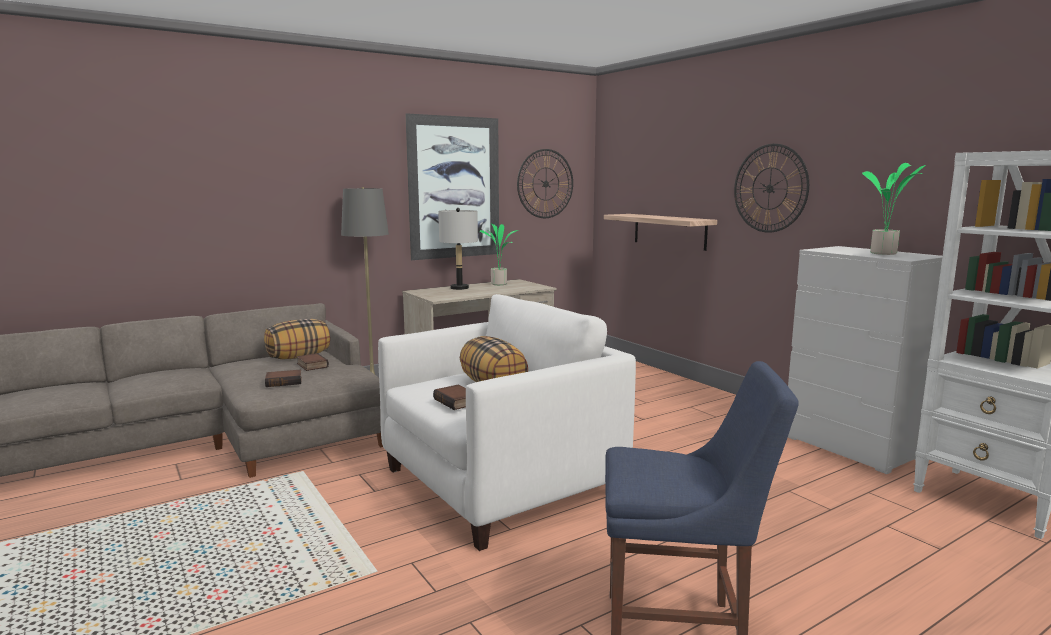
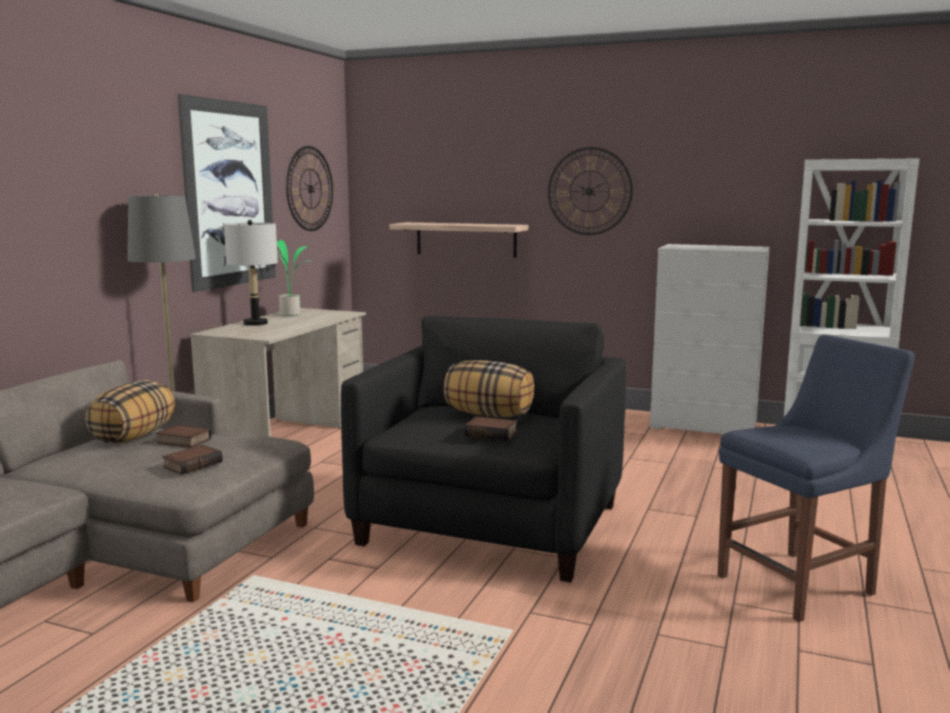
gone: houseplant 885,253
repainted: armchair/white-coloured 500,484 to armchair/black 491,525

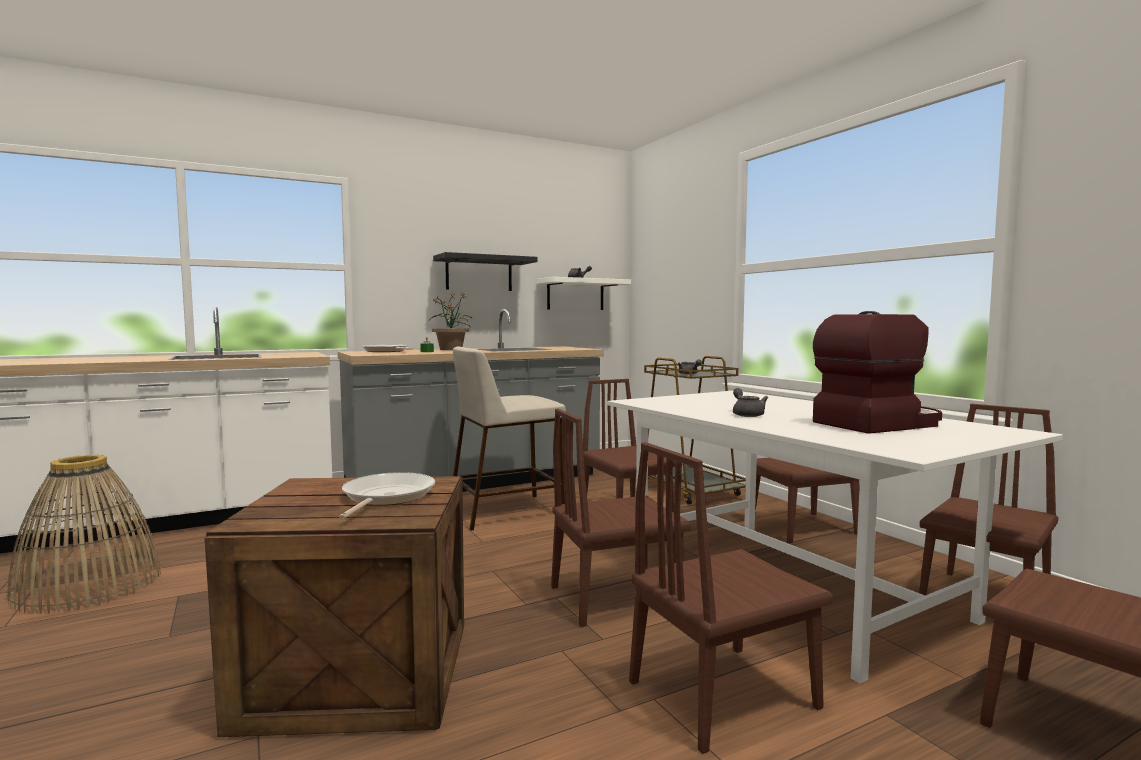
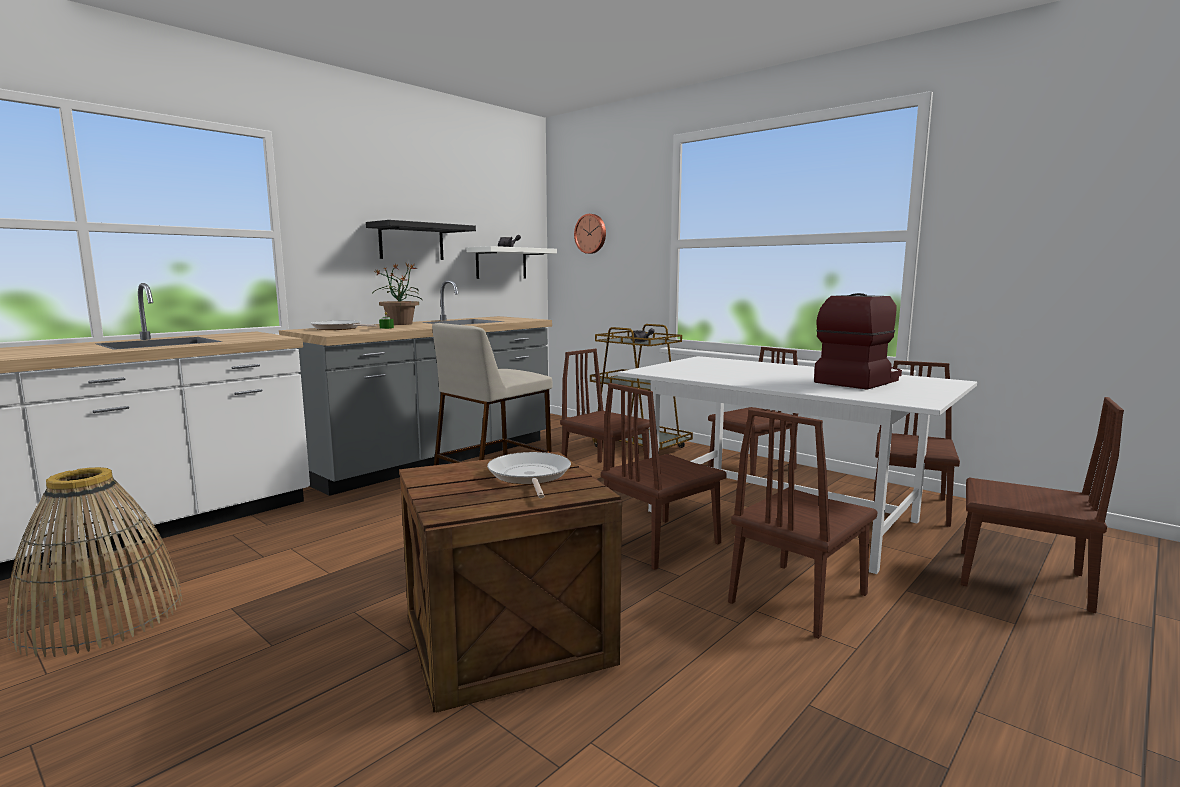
gone: pot for tea/gray 747,414
new: wall clock 591,233

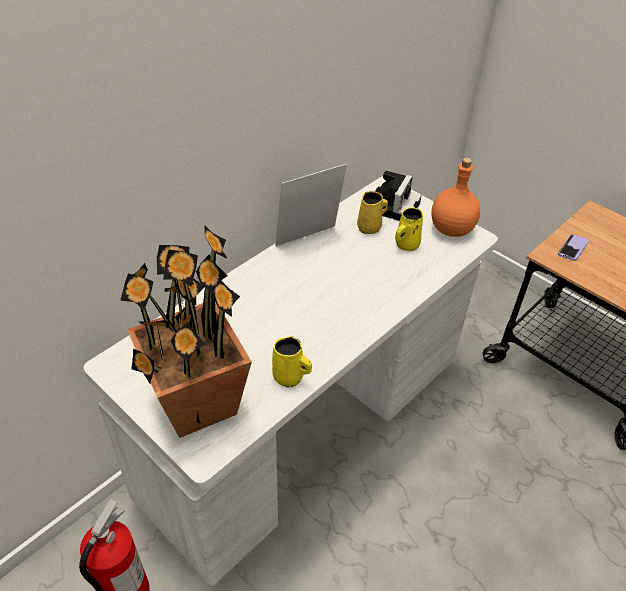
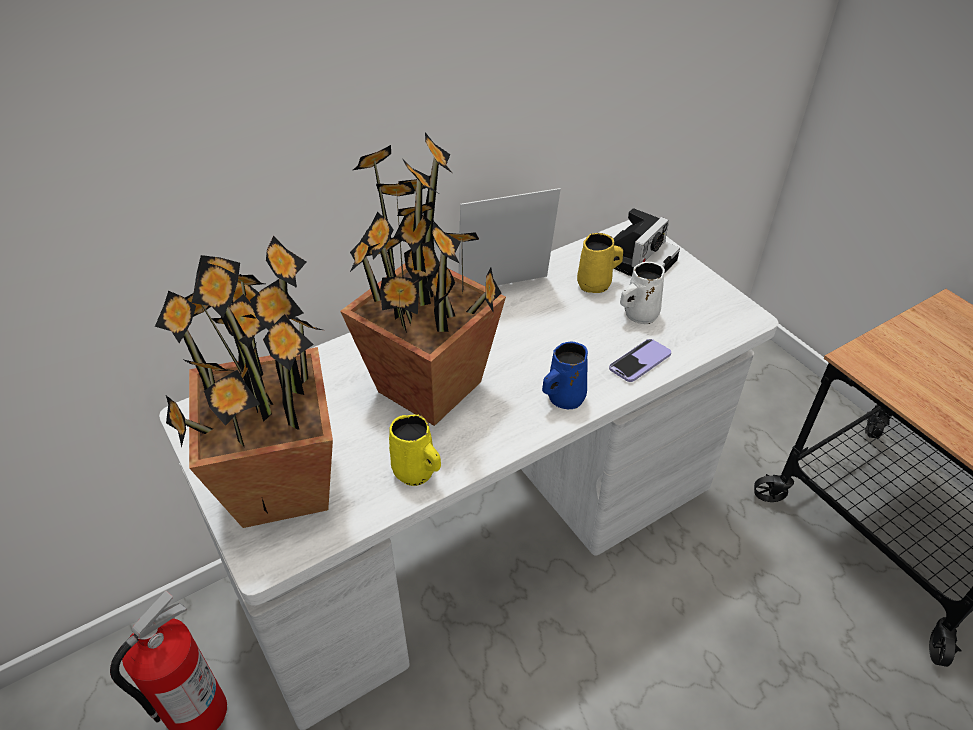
gone: drink bottle/orangey 452,229
new: houseplant 429,388; mug/blue 564,398
shifted: handset 572,248 to 640,362
repainted: mug/yellowish 406,245 to mug/white-coloured 639,315

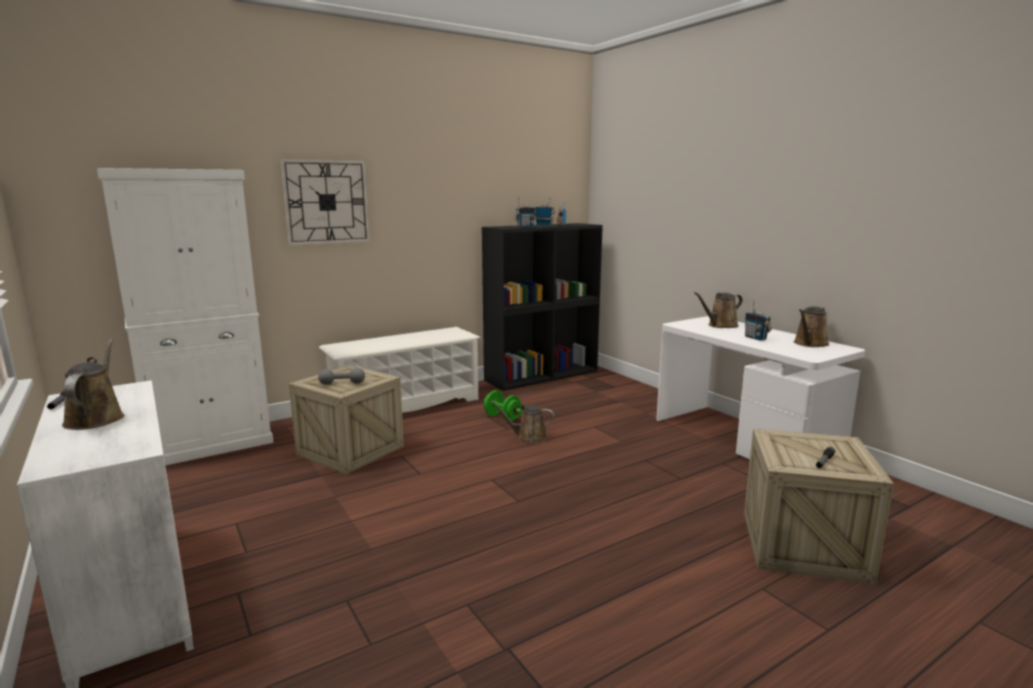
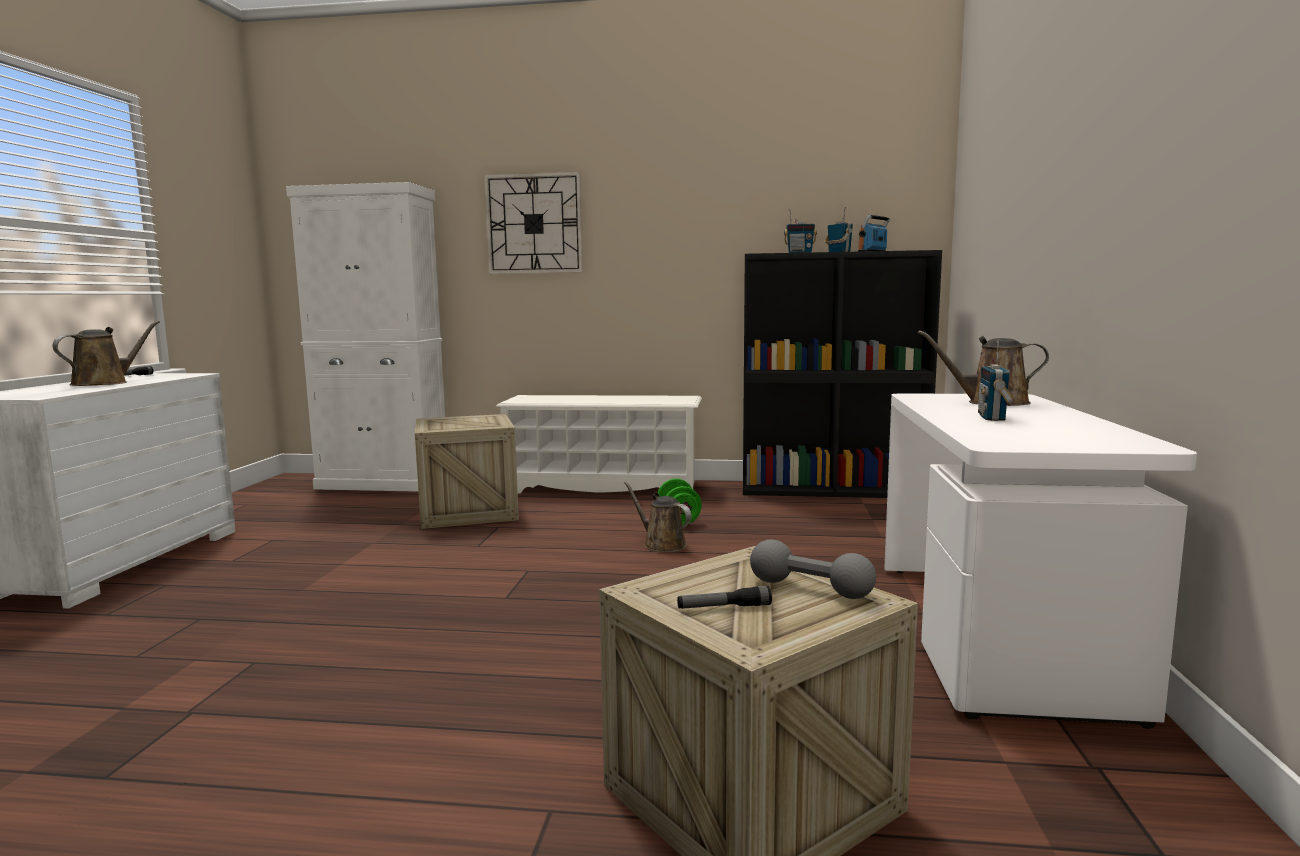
gone: watering pot/brown 809,344
shifted: dumbbell/gray 342,383 to 810,589

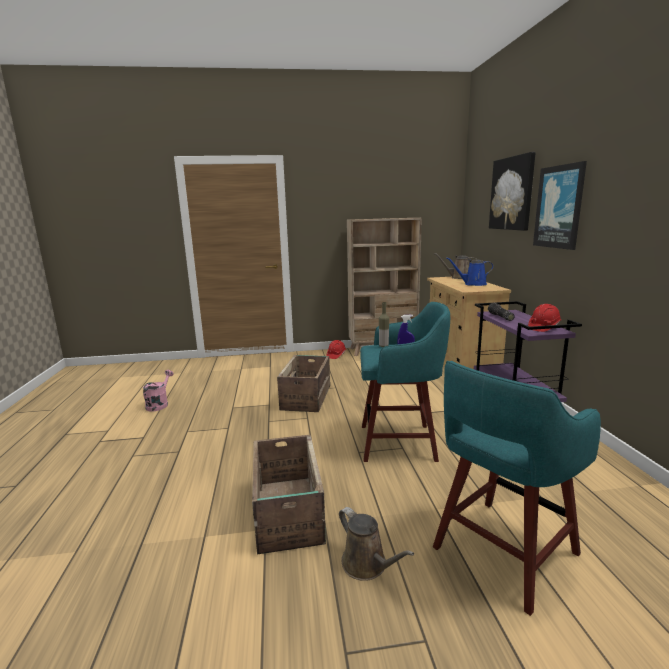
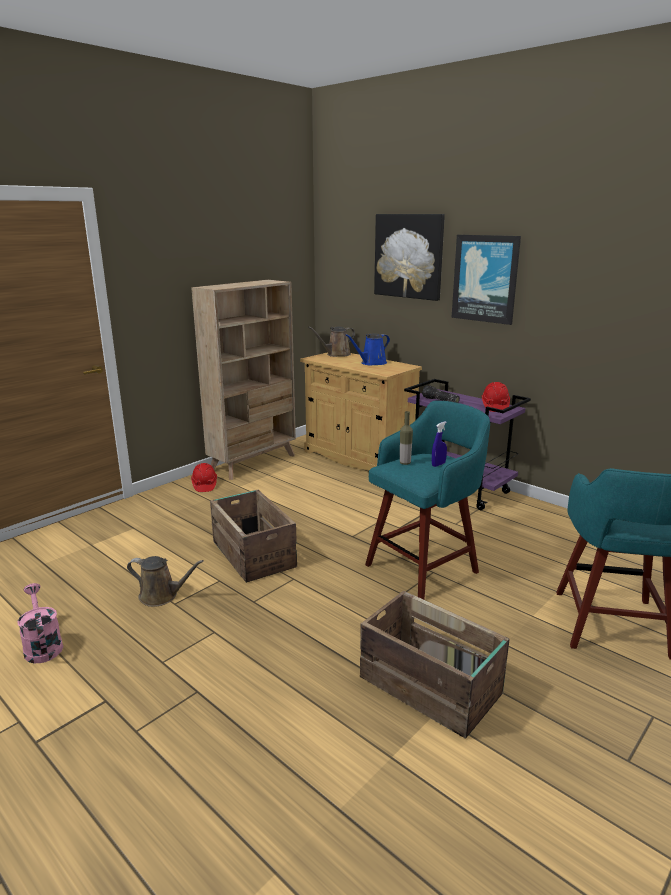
shifted: watering pot/brown 367,565 to 162,596

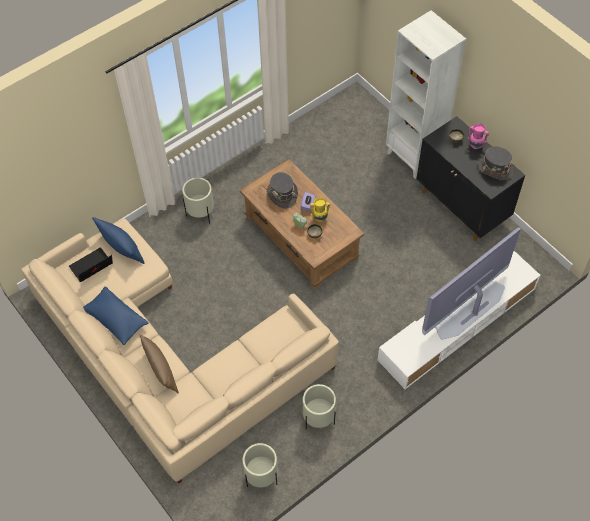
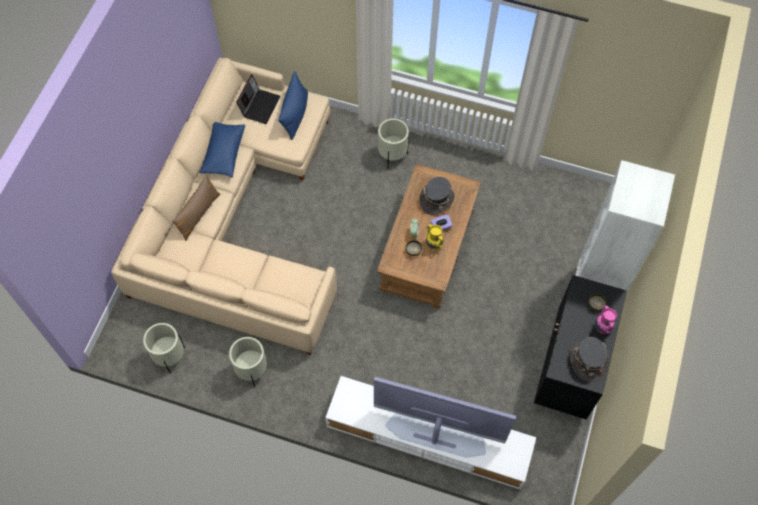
rotated: portable computer 92,268 = 259,105 90 degrees clockwise

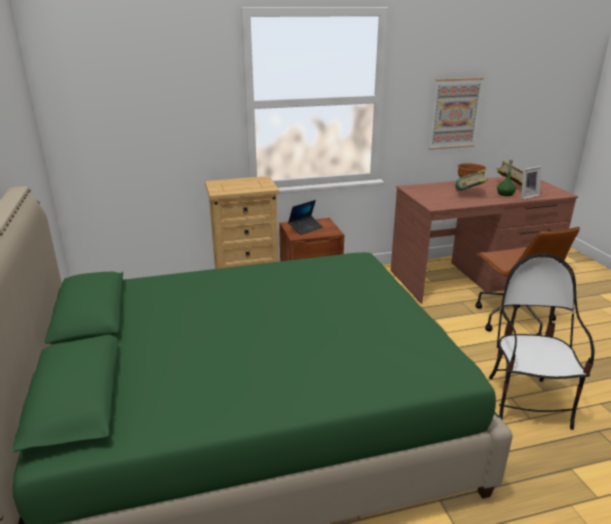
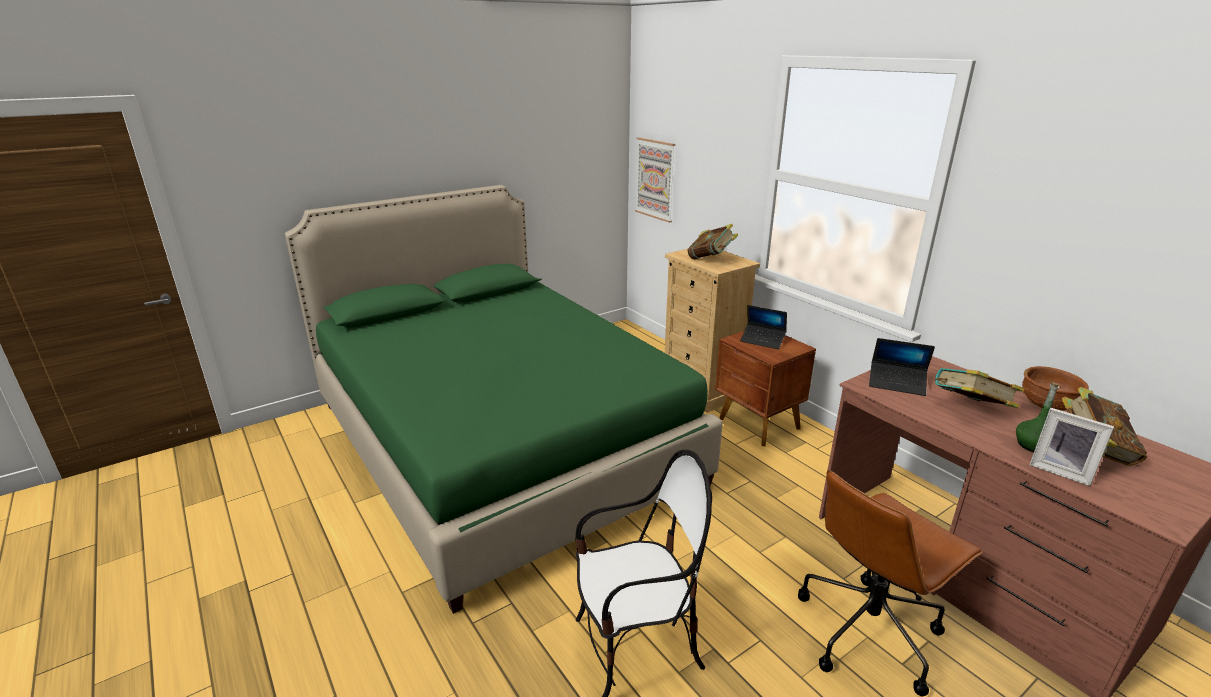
new: volume 711,259; portable computer 897,383
shifted: wall art 454,113 to 655,179

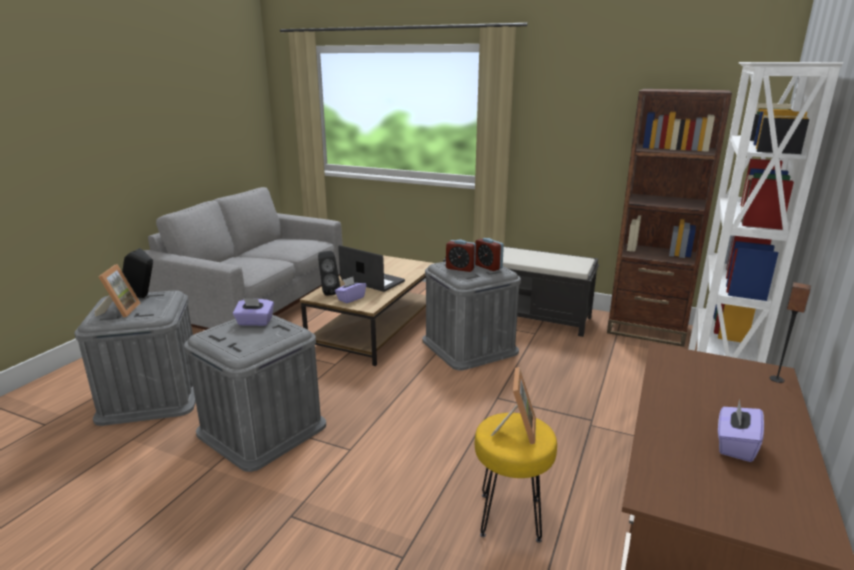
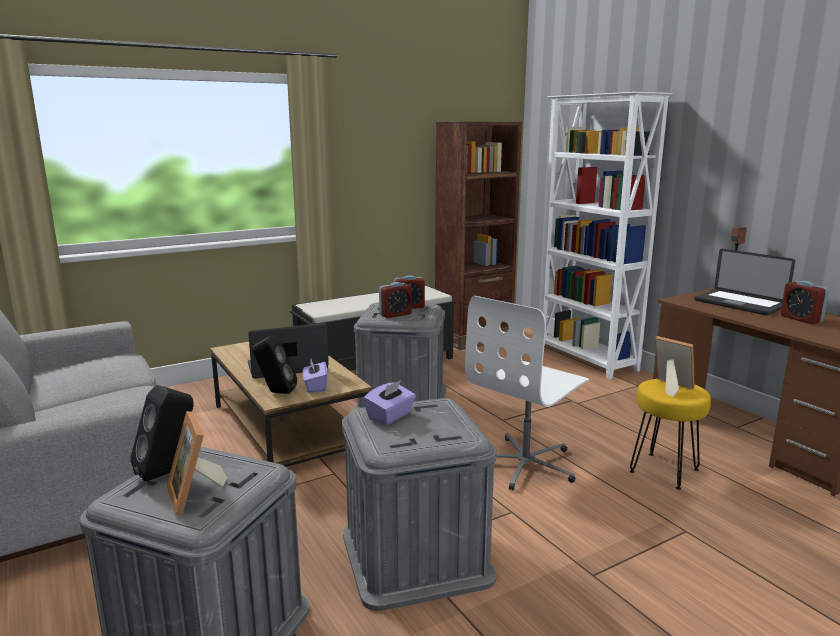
new: desk chair/white-coloured 526,464; portable computer 739,304
swapped: box of tissues/purplish 735,445 to alarm clock 801,319
rotated: standing frame 120,311 = 197,495 150 degrees counterclockwise

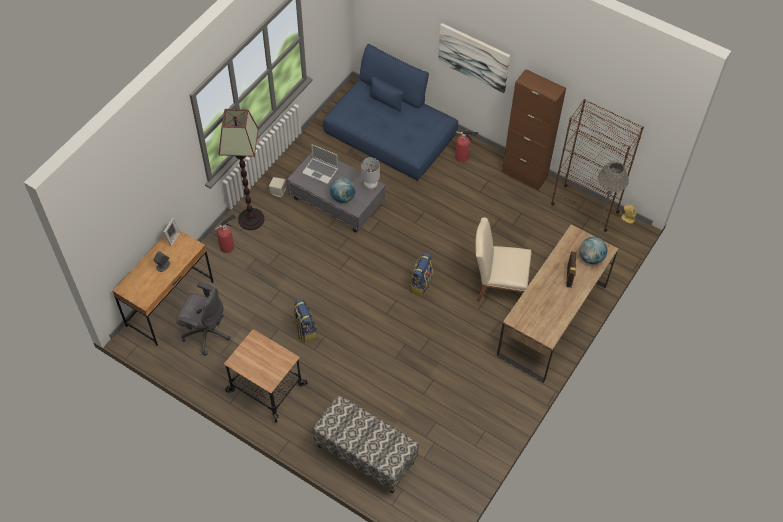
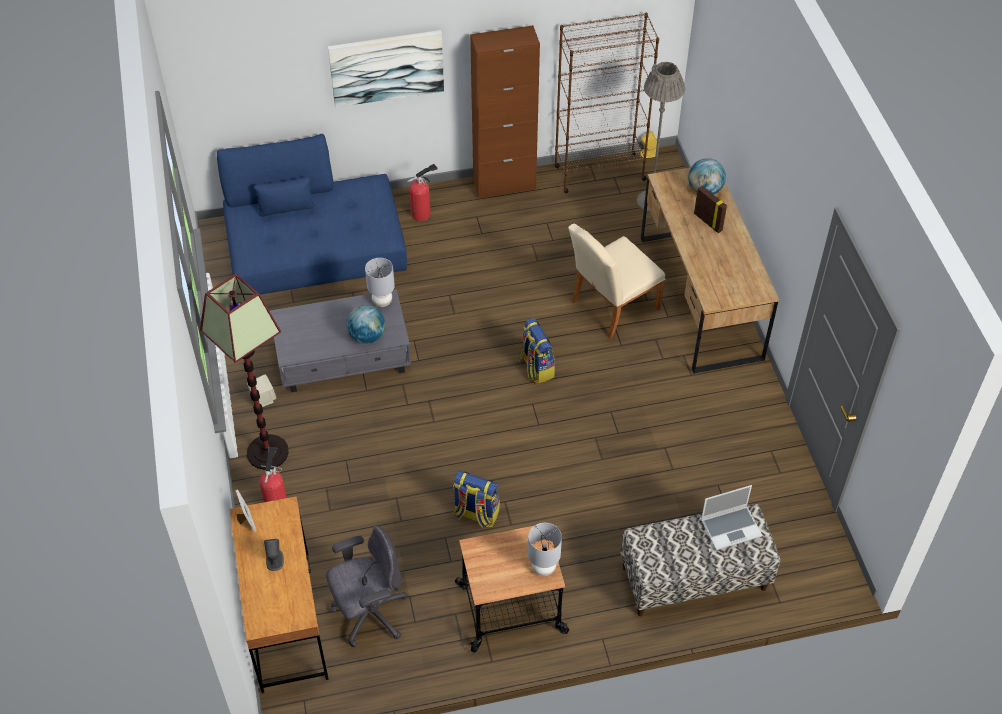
new: lamp for a table/gray 543,568
shifted: portable computer 321,171 to 731,527

